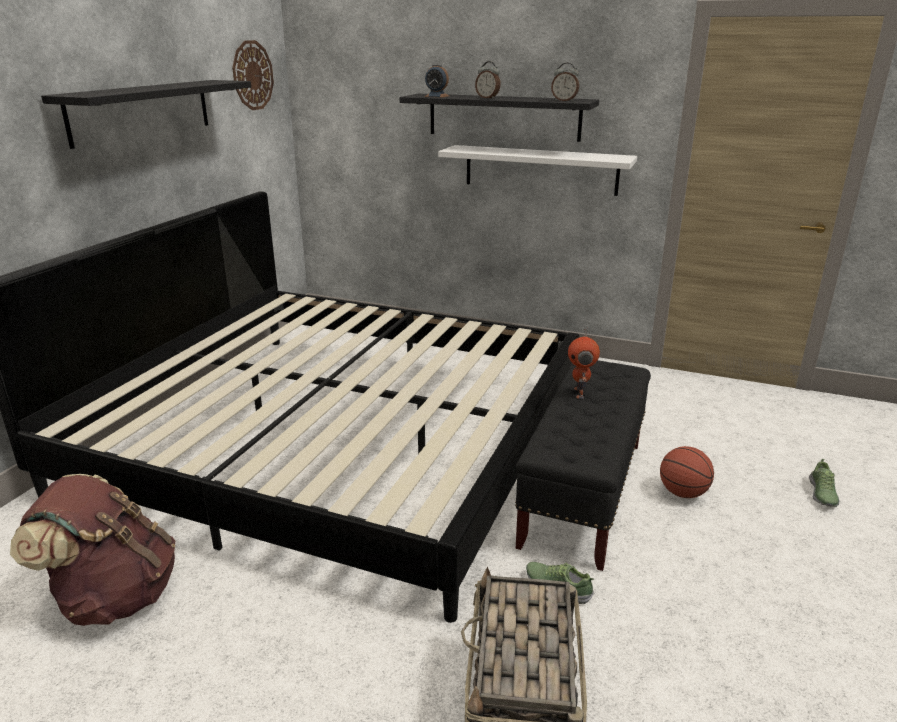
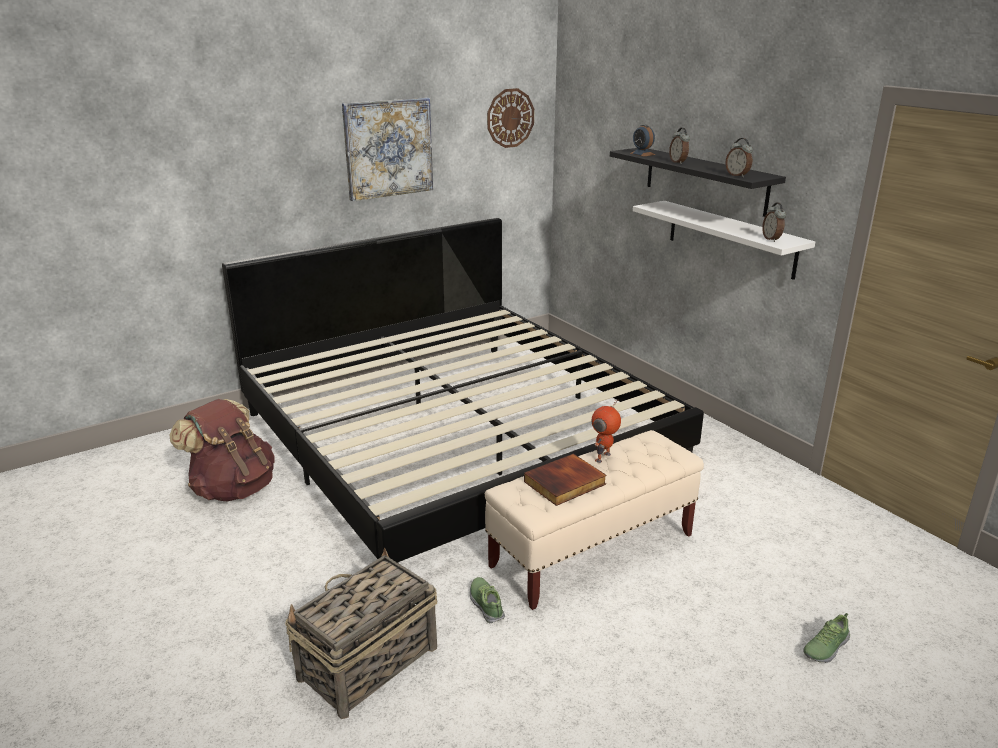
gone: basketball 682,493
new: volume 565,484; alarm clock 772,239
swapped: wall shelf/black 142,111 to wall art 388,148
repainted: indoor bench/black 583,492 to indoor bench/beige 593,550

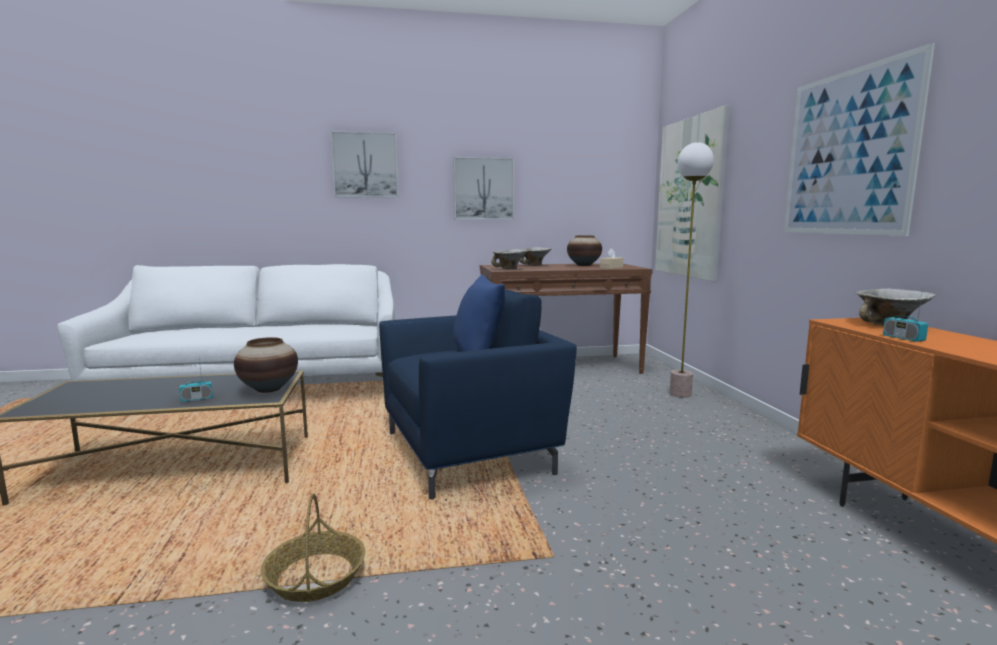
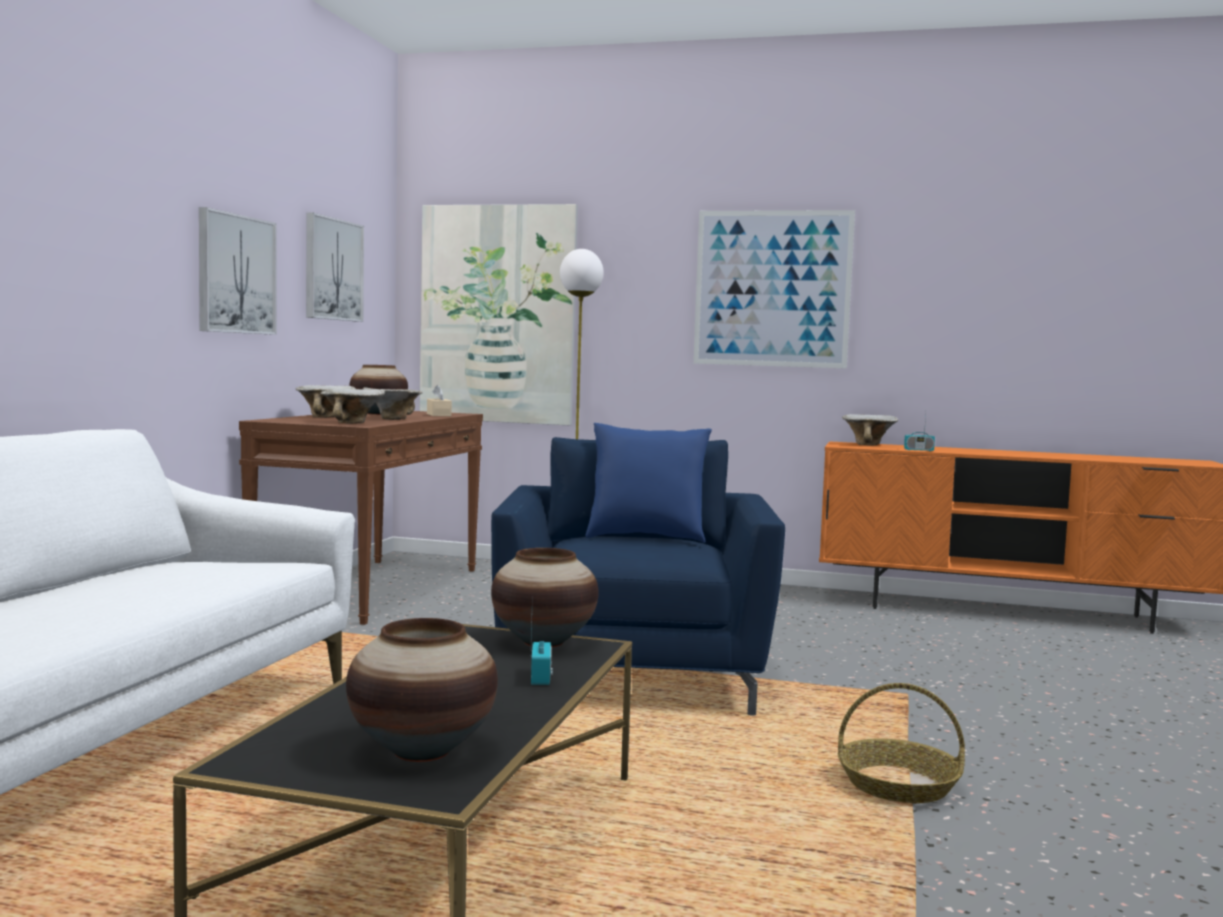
new: flower vase 421,751; serving bowl 392,419
shifted: wall art 365,165 to 333,269

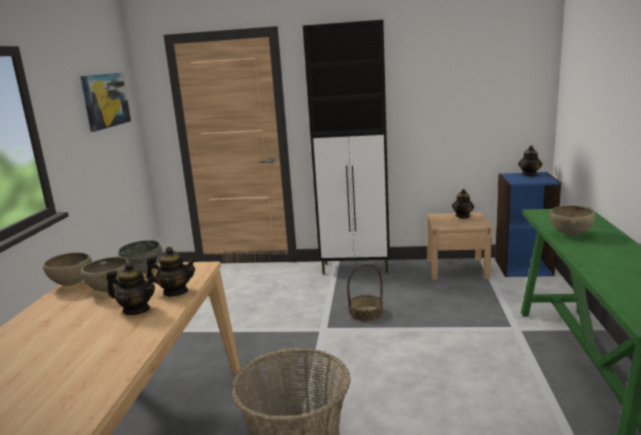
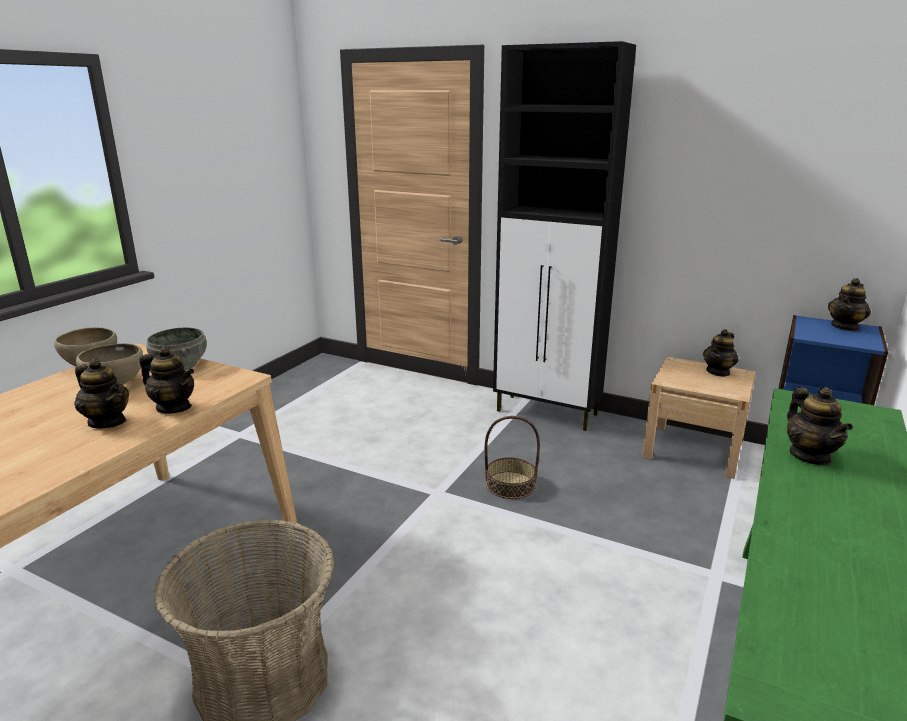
gone: wall art 105,100
swapped: serving bowl/brown 570,234 to pot for tea 810,456

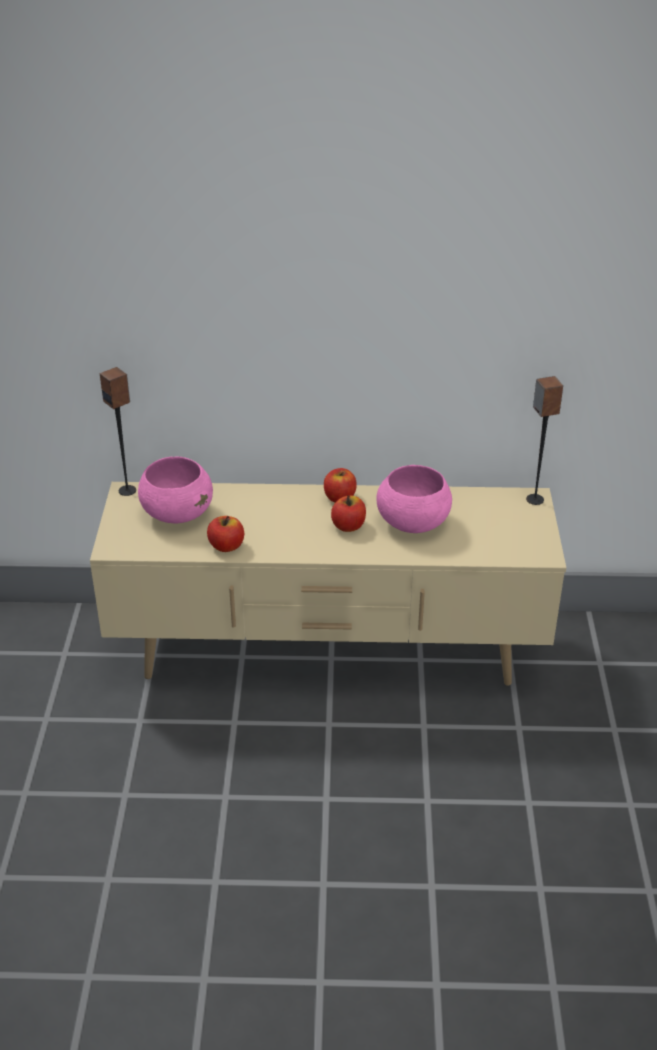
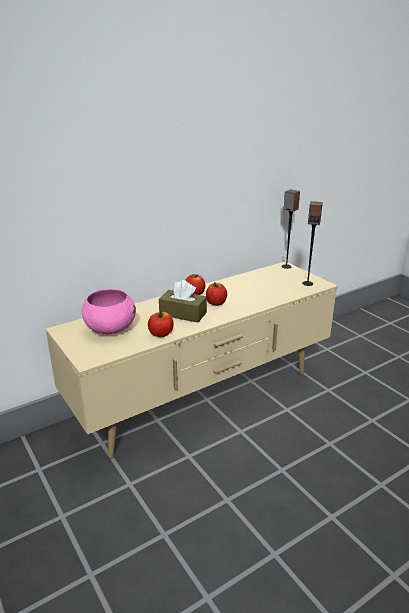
gone: serving bowl/pink-coloured 413,523
new: box of tissues/brown 183,314
shifted: speaker 127,490 to 307,283

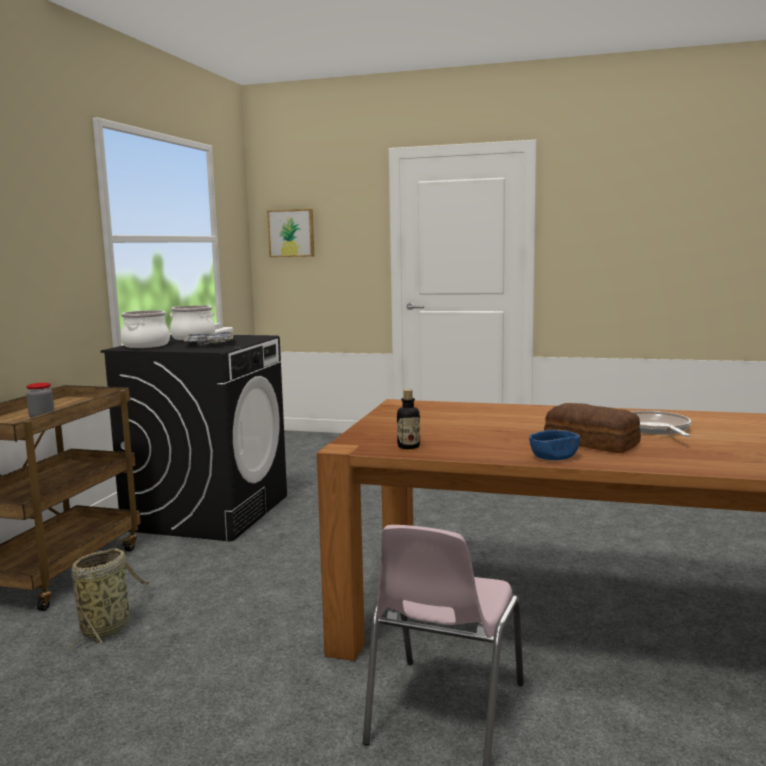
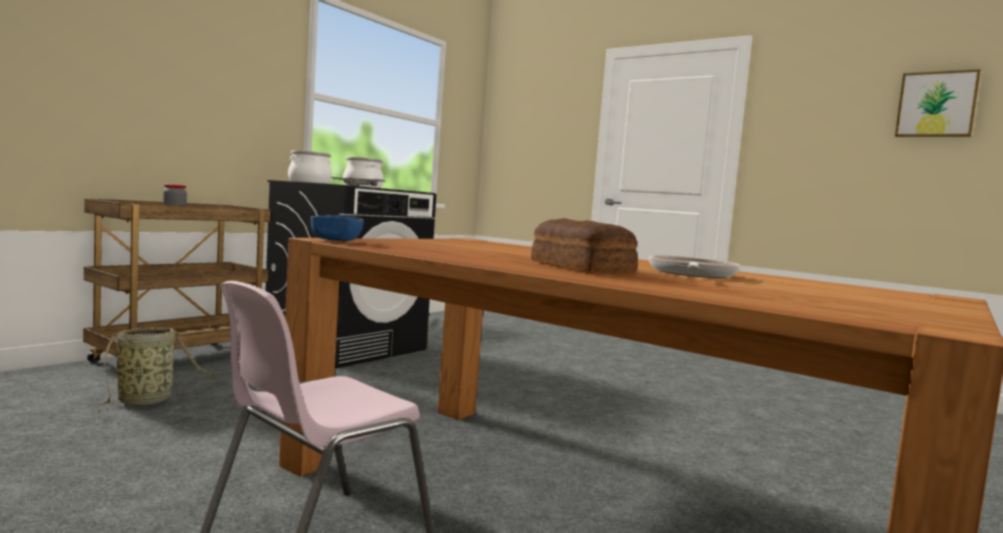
gone: drink bottle 408,446
shifted: wall art 292,233 to 936,105; serving bowl/blue 554,457 to 336,240

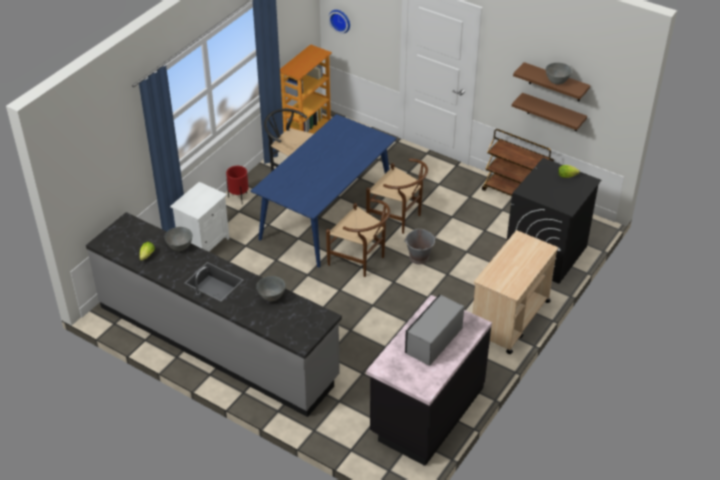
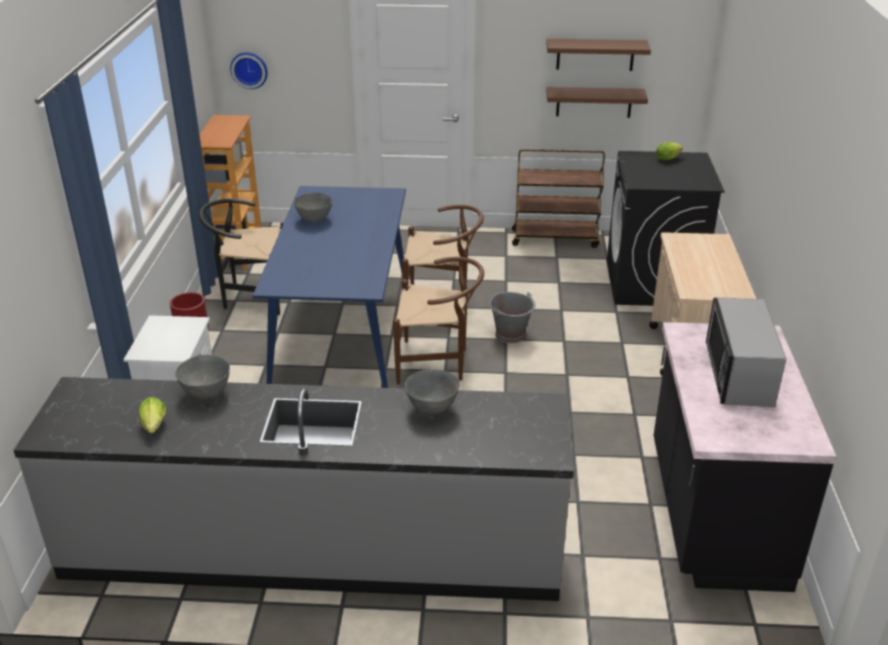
shifted: serving bowl/gray 557,81 to 314,219

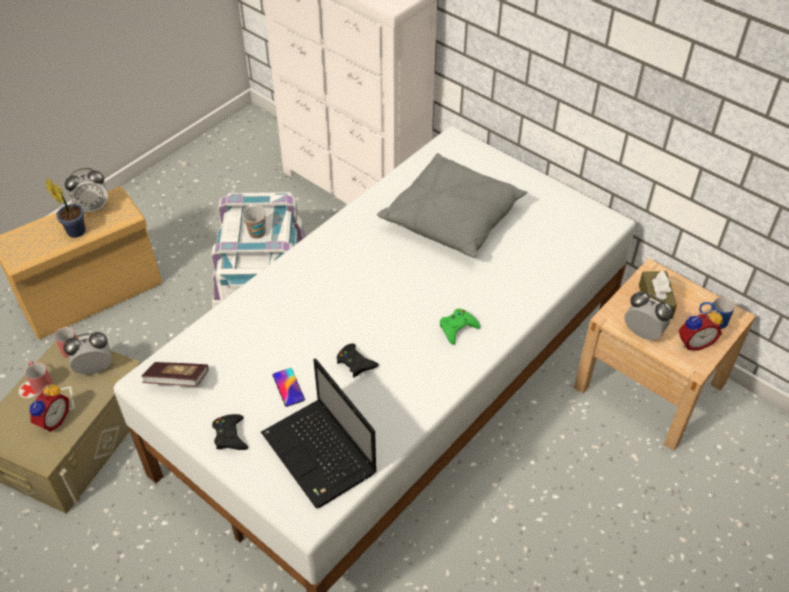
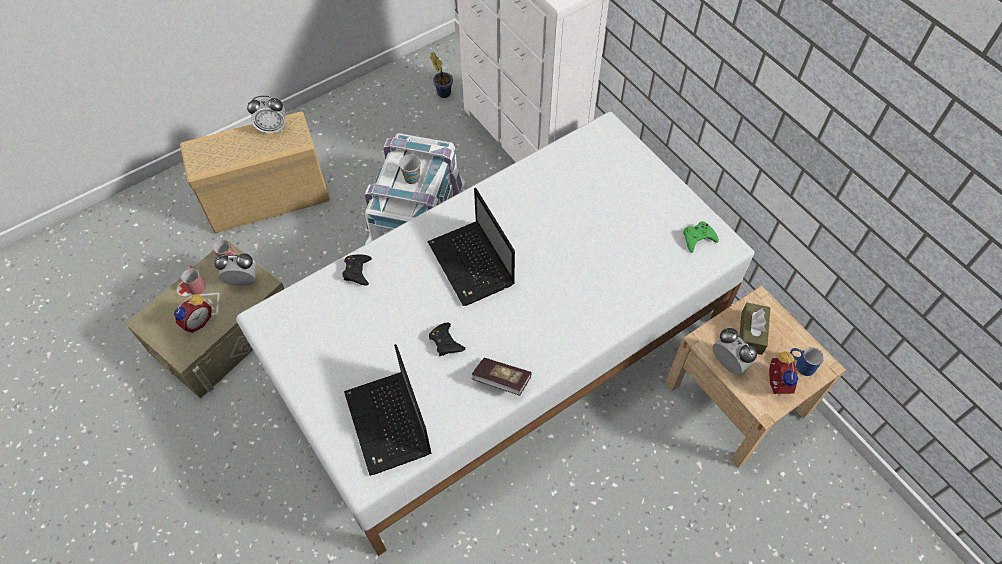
gone: handset 288,387; throw pillow/gray 452,218
new: portable computer 472,265
shifted: houseplant 74,230 to 443,92; volume 177,381 to 501,380; gamepad/black 230,436 to 357,271; gamepad/green 457,328 to 698,238
rotated: alarm clock 693,342 = 774,383 90 degrees counterclockwise

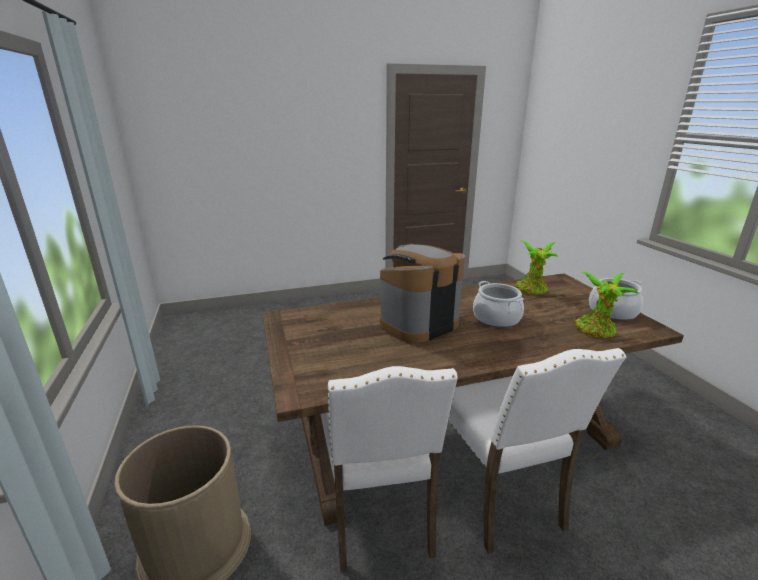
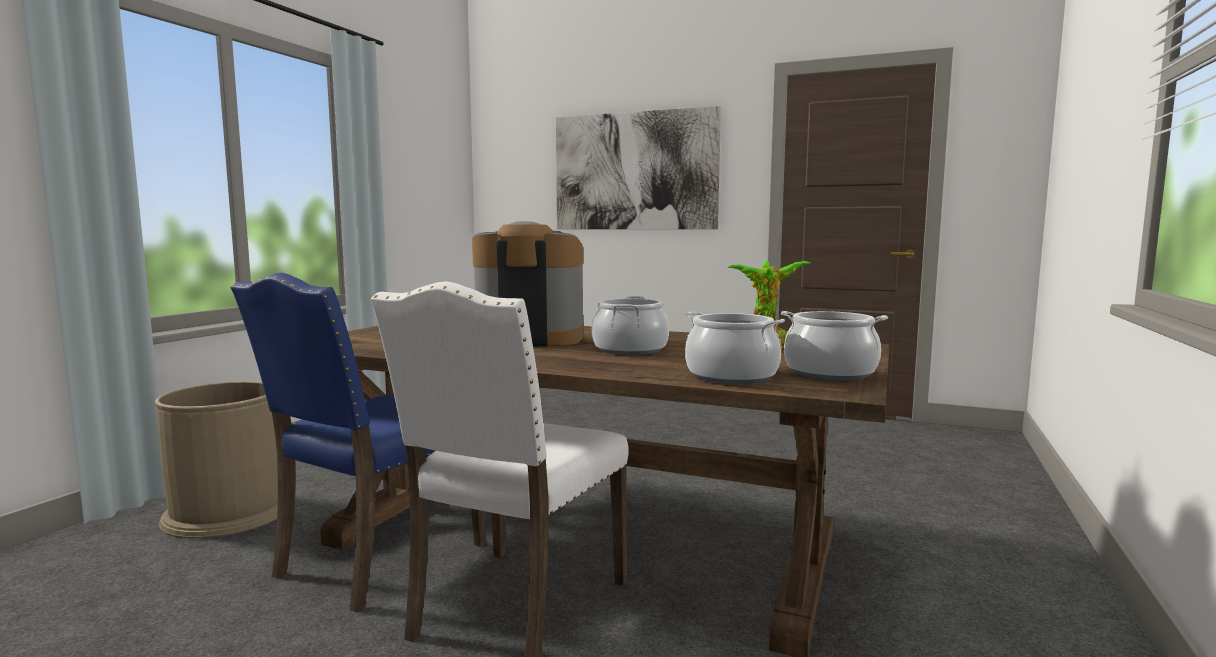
new: wall art 635,171
swapped: houseplant 596,331 to saucepot 731,376
repainted: chair/white-coloured 379,513 to chair/blue 376,560

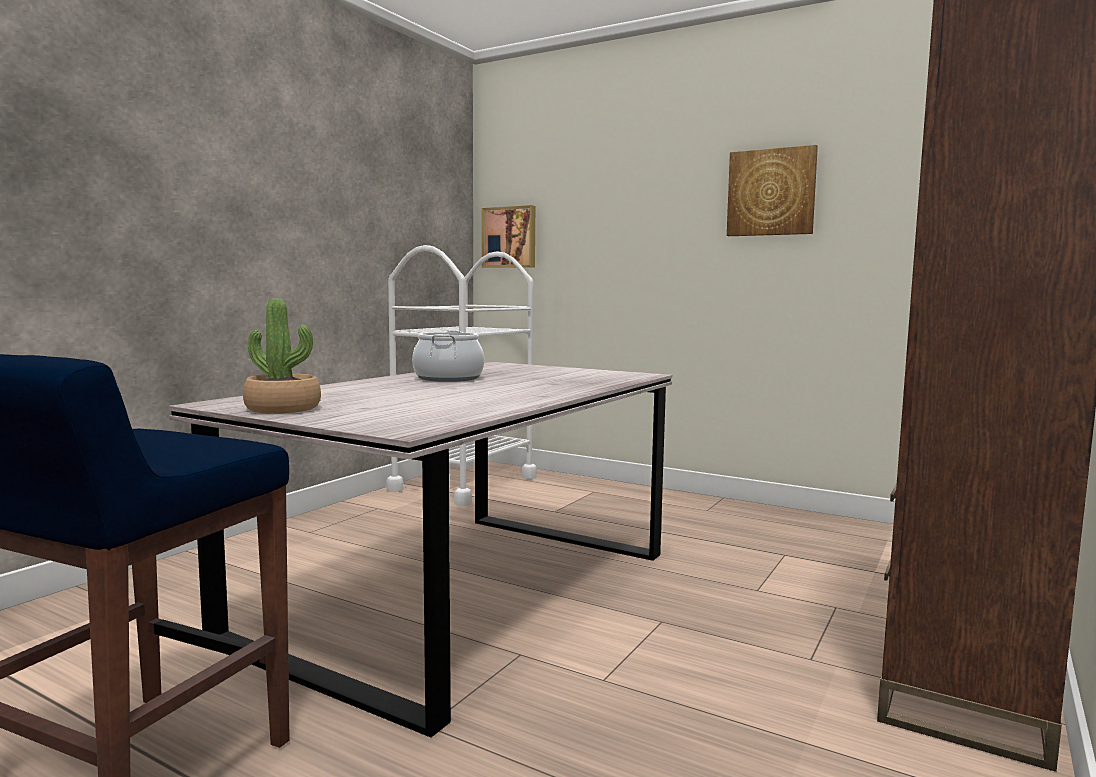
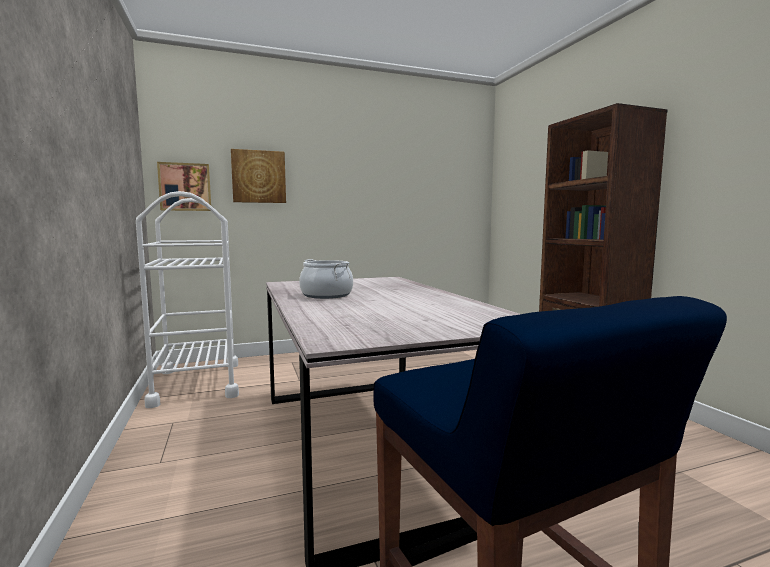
gone: houseplant 283,408
shifted: wall art 771,192 to 258,177

